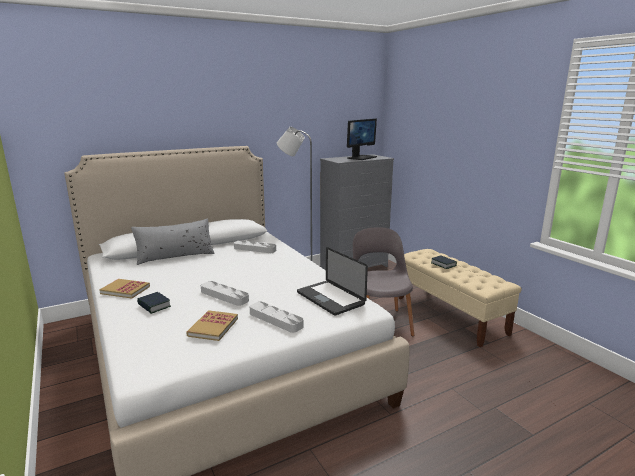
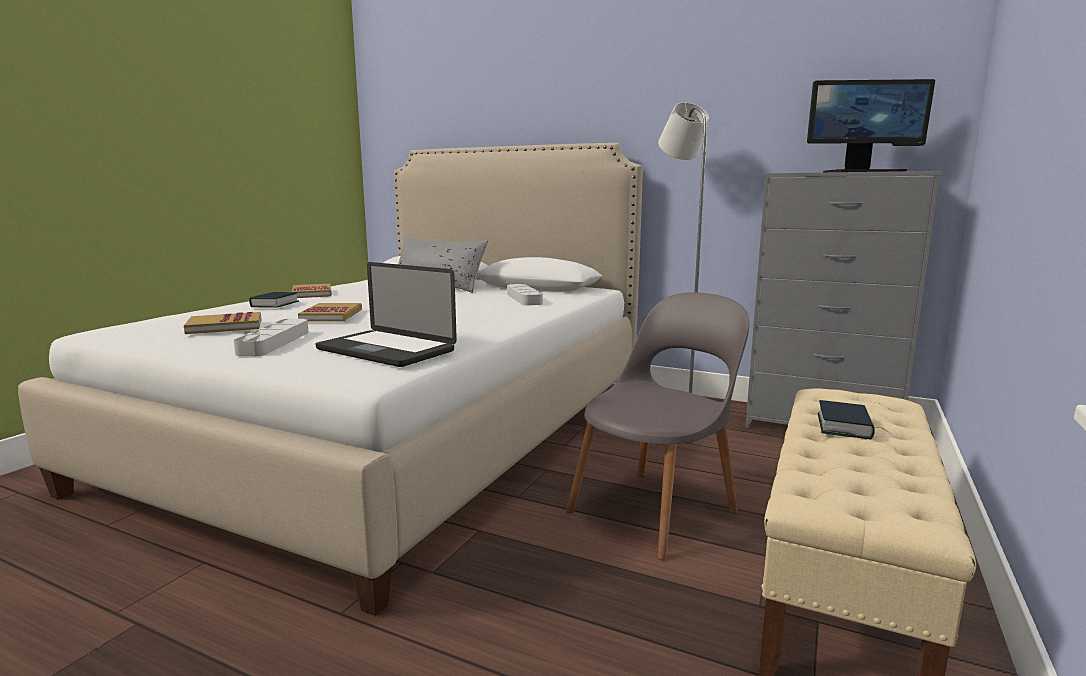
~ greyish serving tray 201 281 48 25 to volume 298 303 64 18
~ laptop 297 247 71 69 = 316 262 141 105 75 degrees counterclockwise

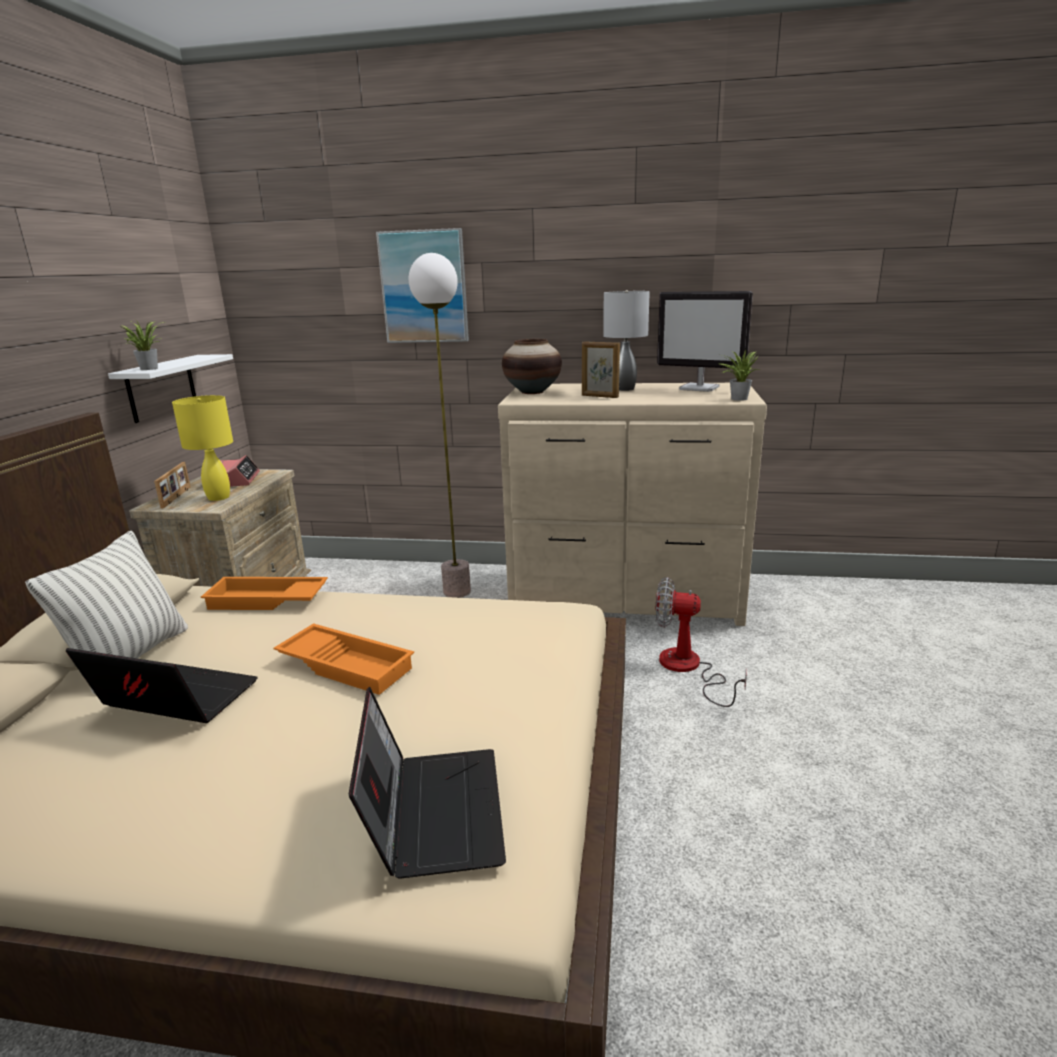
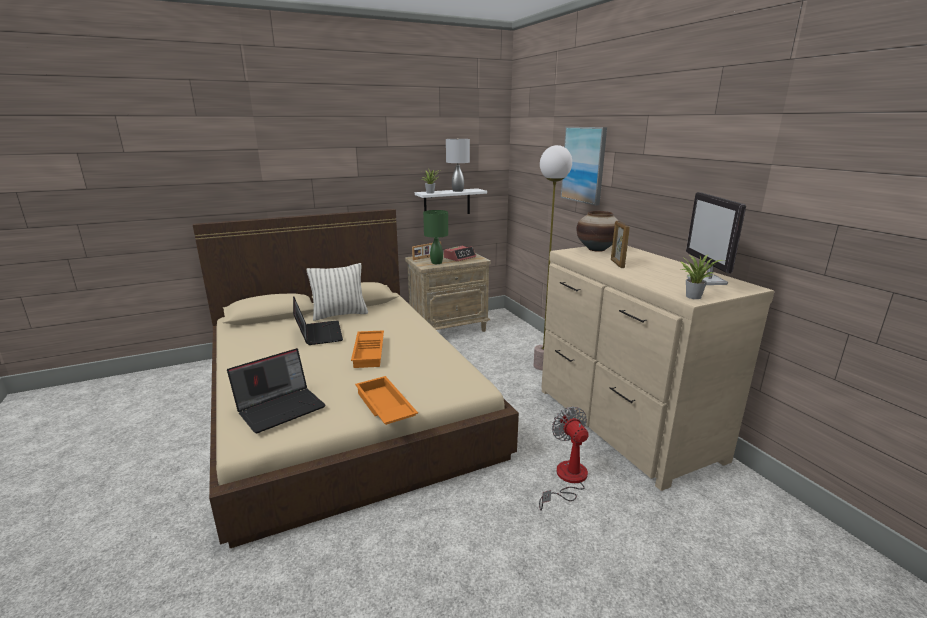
~ orange serving tray 201 577 127 33 to 355 376 63 49
~ yellowish table lamp 172 395 61 106 to green table lamp 423 210 25 54
~ greyish table lamp 603 290 47 101 to 446 138 24 54

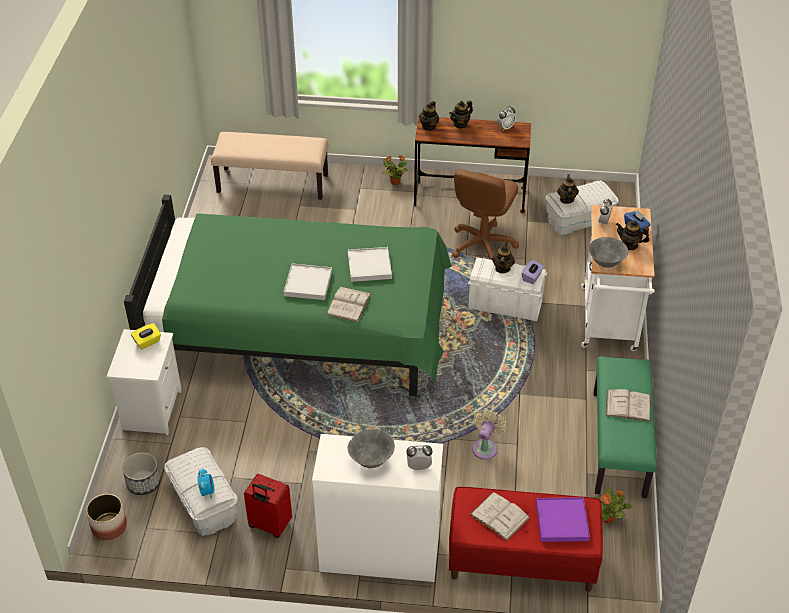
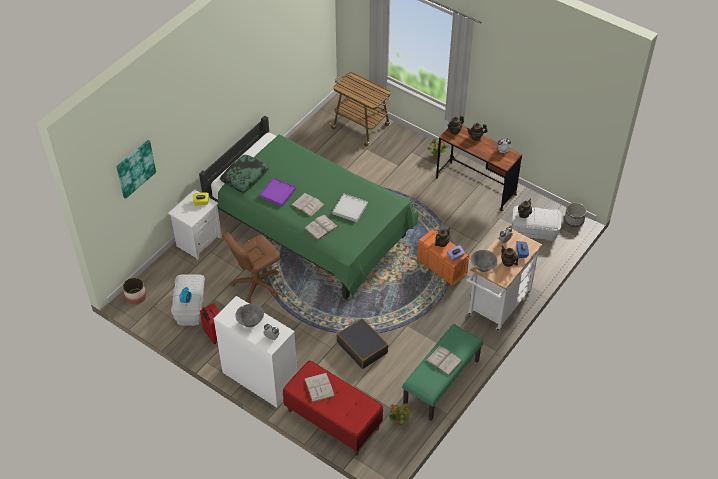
+ wall art 116 140 40 59
+ cushion 220 155 49 37
~ brown office chair 452 169 67 91 to 223 232 57 72
~ purple-coloured serving tray 536 497 54 45 to 259 178 37 28
~ whitish serving tray 284 263 48 37 to whitish volume 291 193 33 24
~ beige-coloured long seat 211 132 117 68 to wheeled cart 330 72 61 74
~ beige-coloured electric fan 472 409 35 51 to blackish suitcase 337 318 52 51
~ whitish storage box 468 257 79 64 to orange storage box 417 229 53 57
~ flower pot 122 452 39 43 to 564 203 23 24

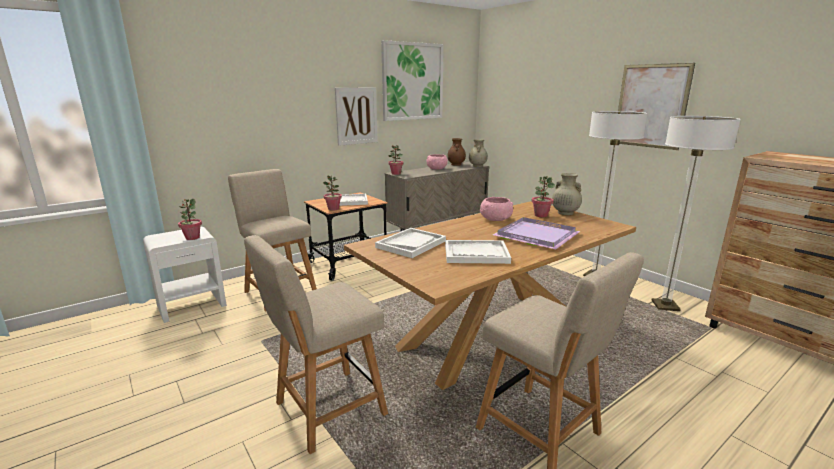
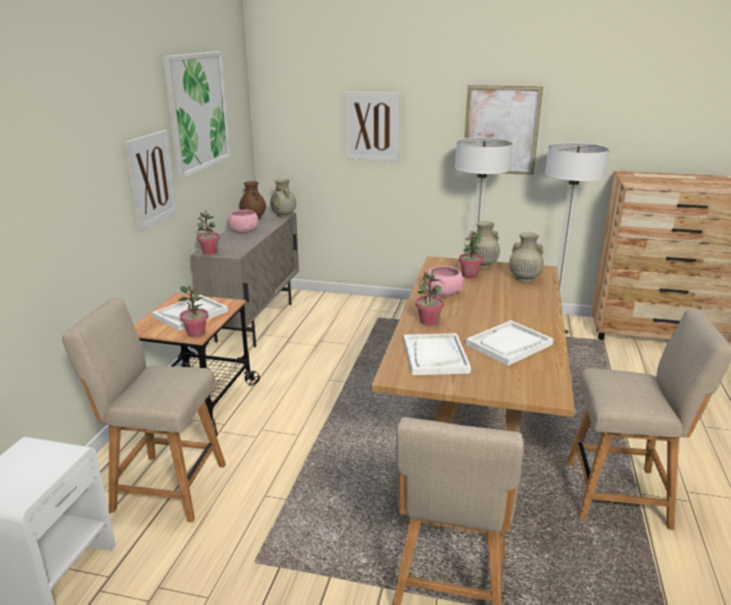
+ wall art 345 91 55 71
~ plant in a pot 178 199 24 41 to 415 270 29 56
+ beige-coloured vase 509 232 35 51
- purple-coloured serving tray 492 217 88 32

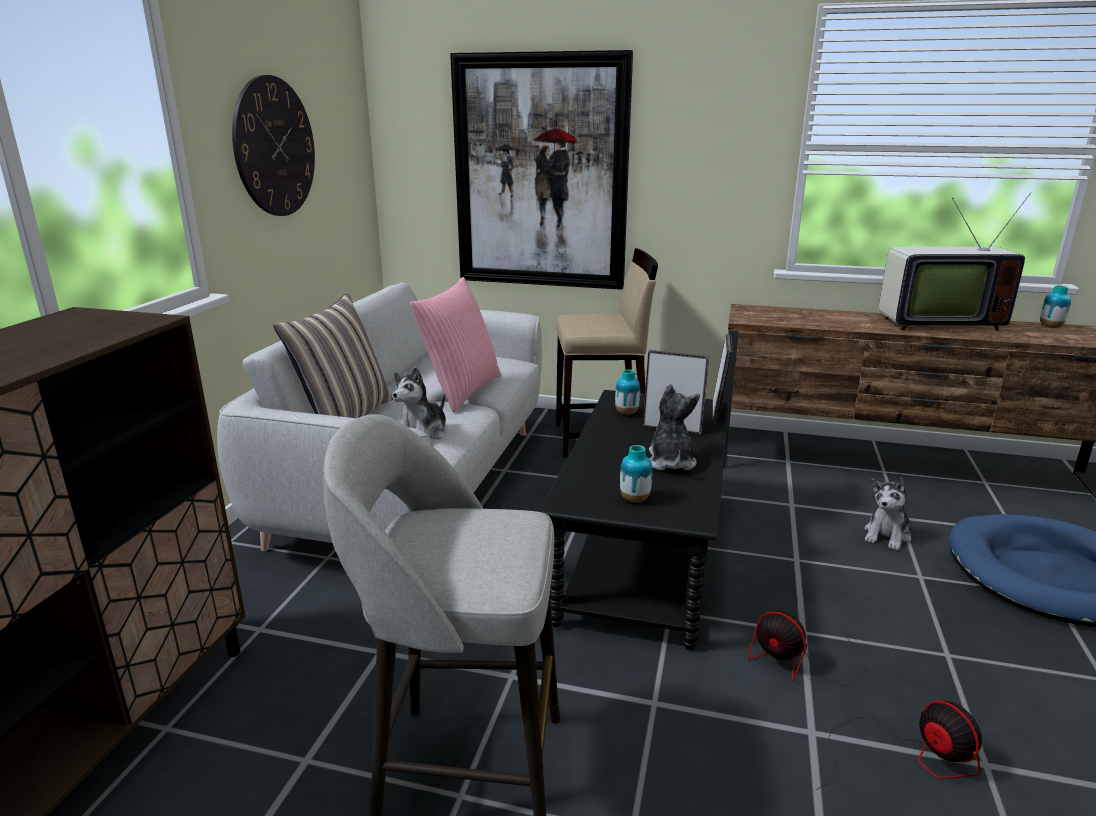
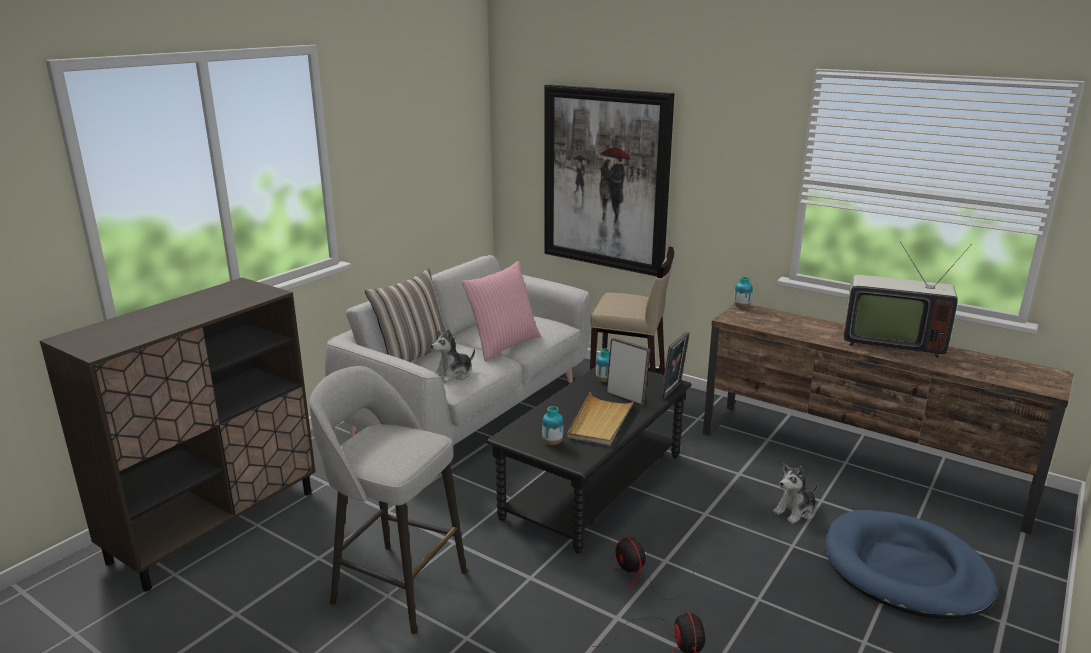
~ cuddly toy 649 384 51 86 to beige-coloured serving tray 567 392 68 53
~ vase 1040 285 31 43 to 734 276 19 32
- wall clock 232 75 83 141

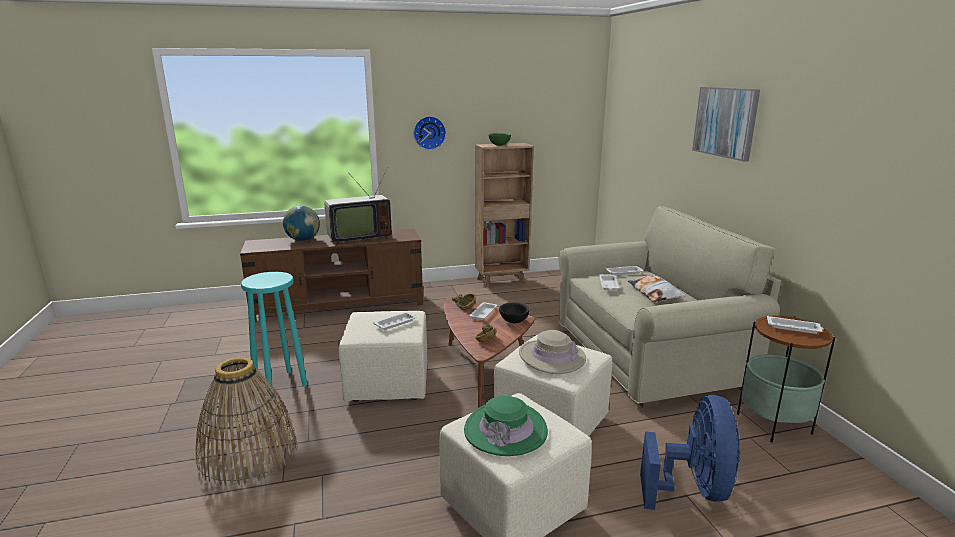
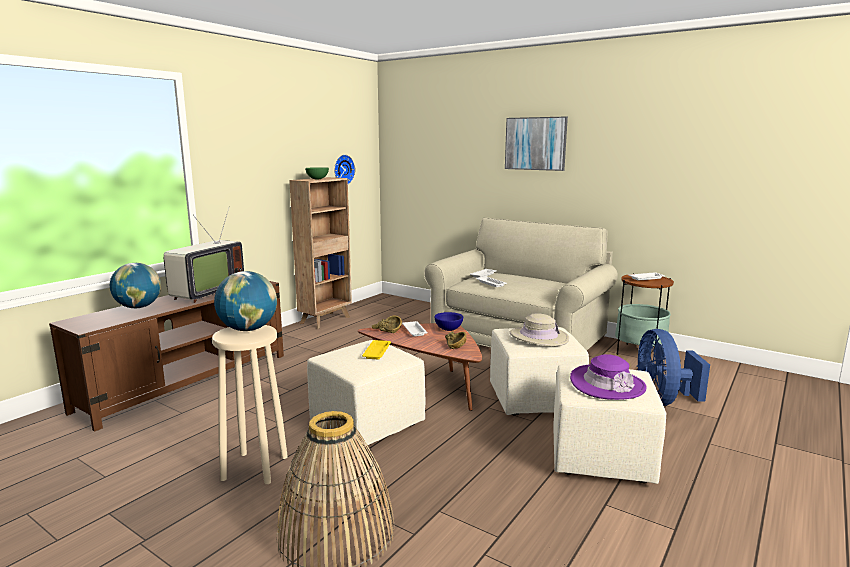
~ blue-green stool 241 272 67 126 to beige-coloured stool 212 325 76 159
+ world globe 214 271 63 60
~ wall clock 414 116 32 34 to 334 155 21 29
~ whitish serving tray 373 312 44 18 to yellowish serving tray 362 340 29 19
~ blackish serving bowl 499 303 31 20 to blue serving bowl 434 312 29 19
~ green hat 464 396 84 60 to purple-coloured hat 570 354 76 46
~ blue electric fan 640 395 100 115 = 637 329 73 77 150 degrees counterclockwise
- cushion 627 275 58 27

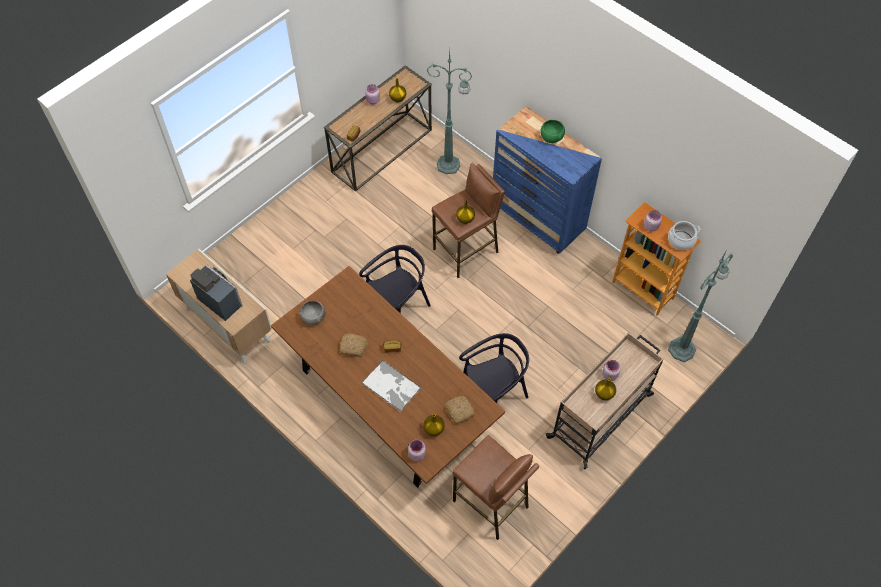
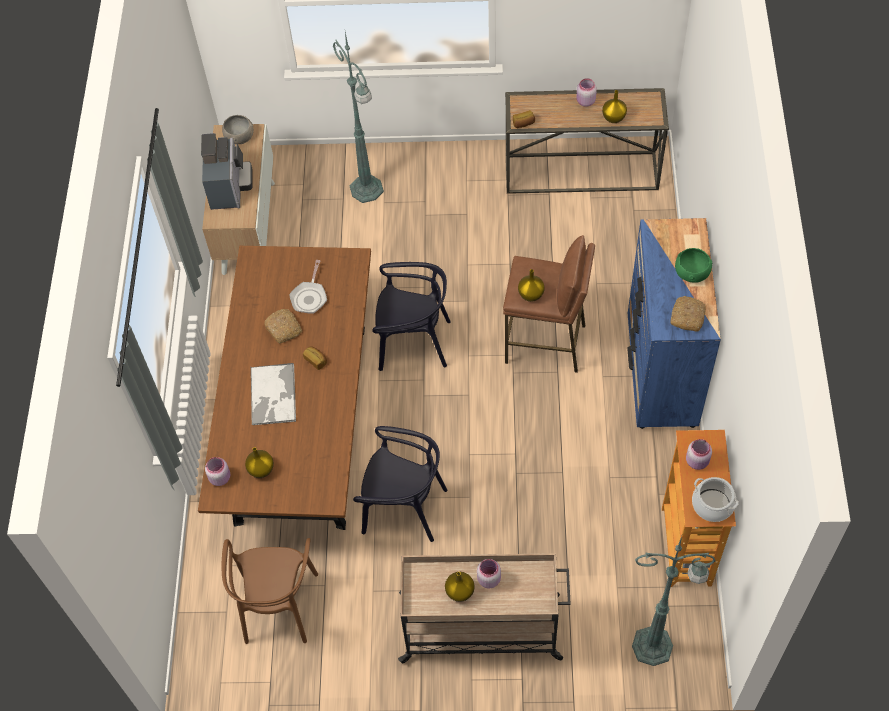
~ brown stool 452 435 87 105 to brown plain chair 221 538 97 106
~ greyish serving bowl 299 301 26 25 to 222 115 32 29
+ pan 289 260 38 54
~ green standing lamp 427 50 45 124 to 333 32 51 171
~ bread 445 396 30 28 to 671 296 35 36

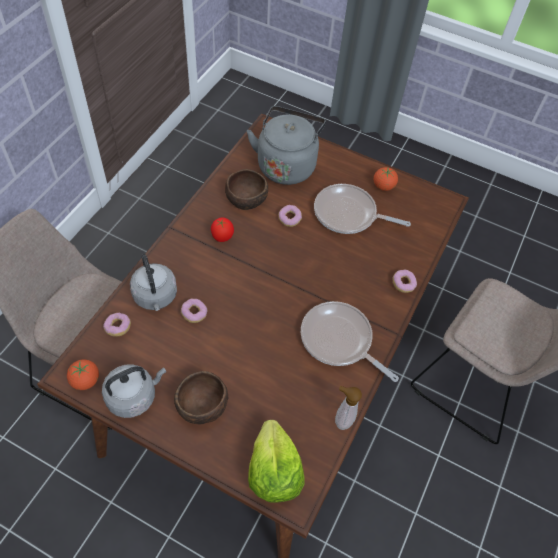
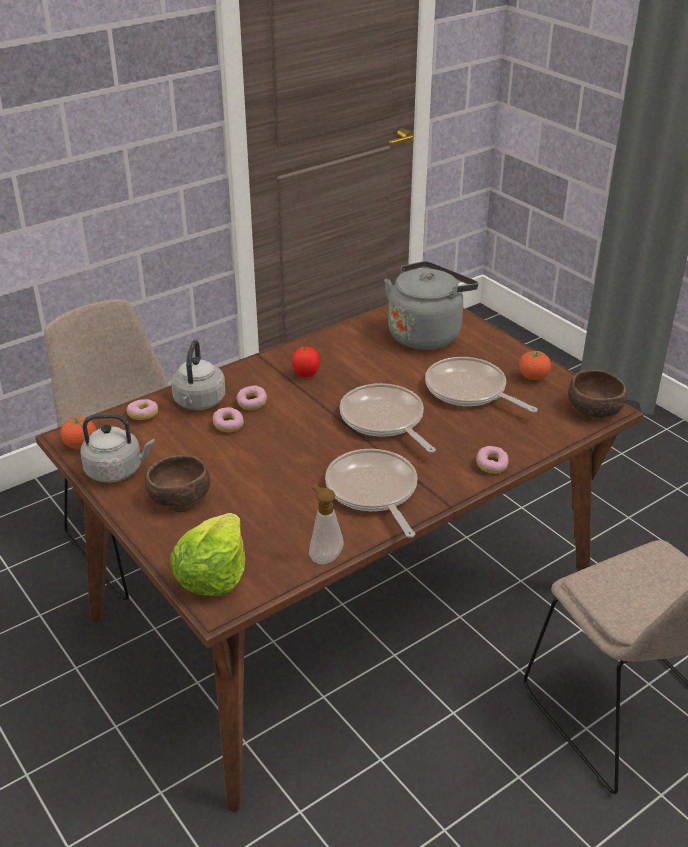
~ doughnut 278 205 24 22 to 237 385 30 25
+ pan 340 383 96 70
~ brown serving bowl 225 169 43 41 to 568 370 59 50

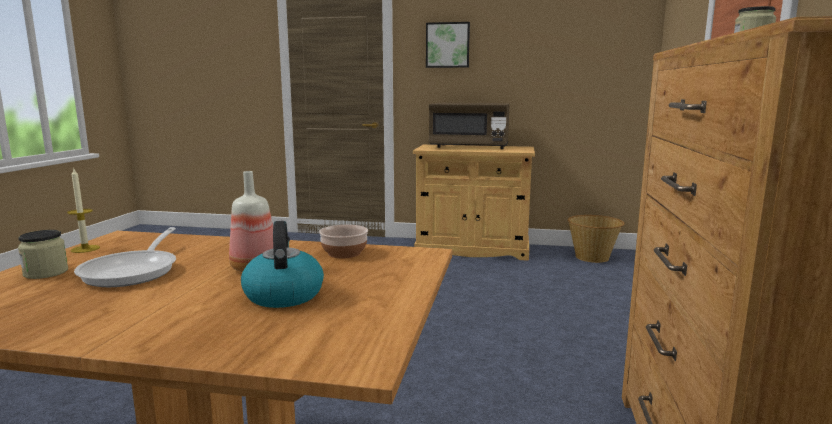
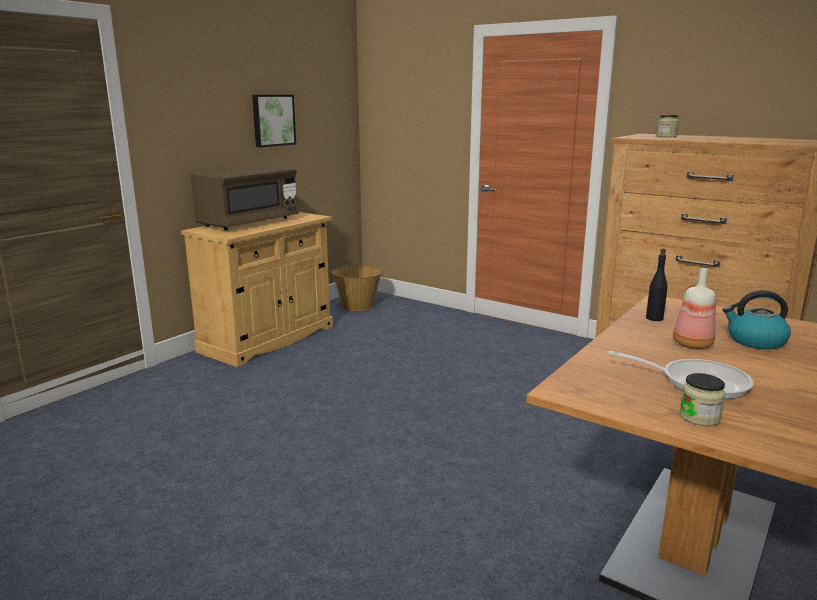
~ wall art 426 22 44 46 to 252 95 44 52
~ serving bowl 319 224 49 34 to blackish beverage bottle 646 249 21 72
- wax candle 67 169 33 84

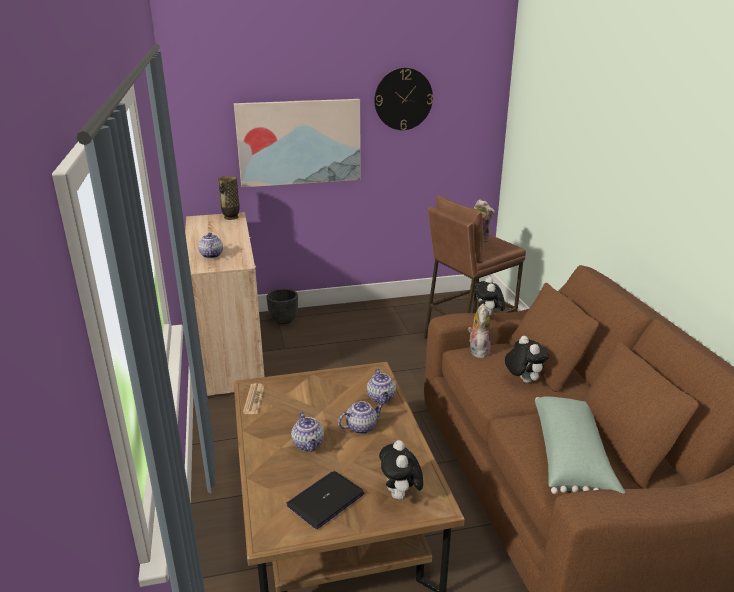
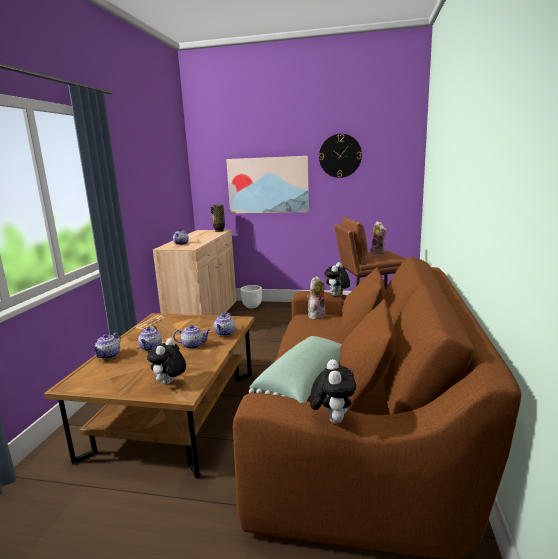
+ pot for tea 92 332 29 27
~ blackish flower pot 267 289 31 35 to whitish flower pot 241 285 21 23
~ cuddly toy 505 336 44 47 to 310 359 46 65
- laptop 287 471 77 58

